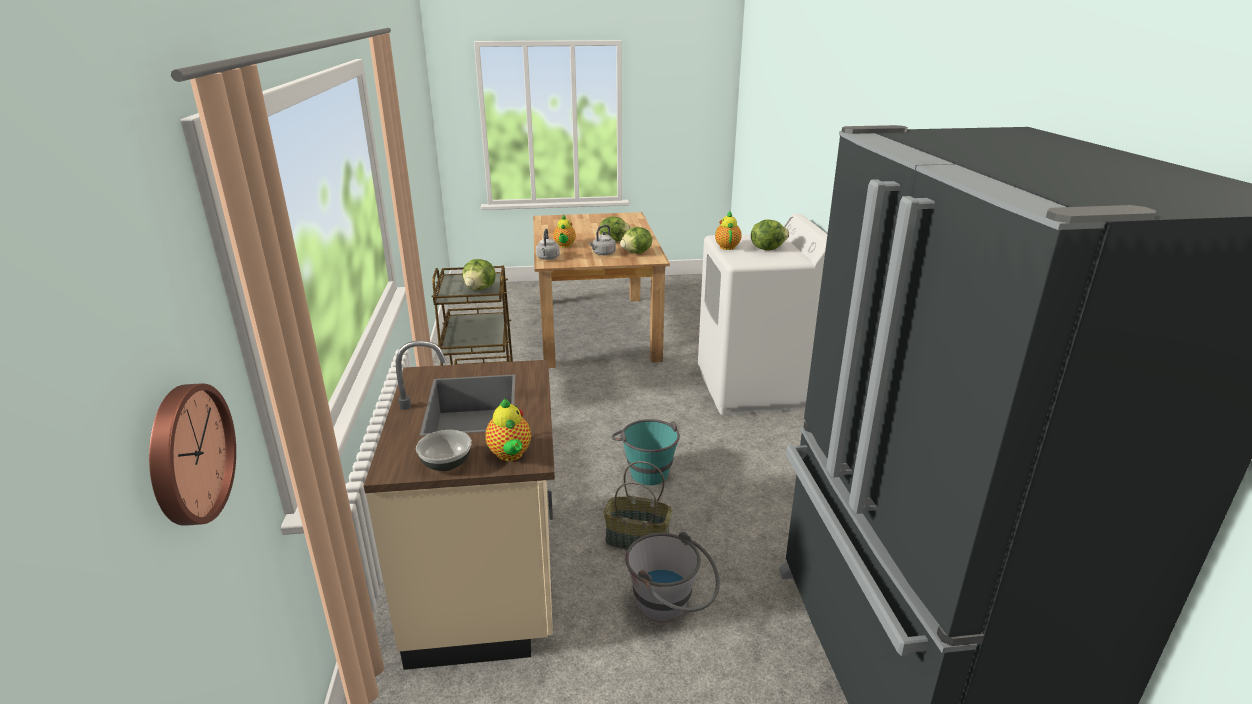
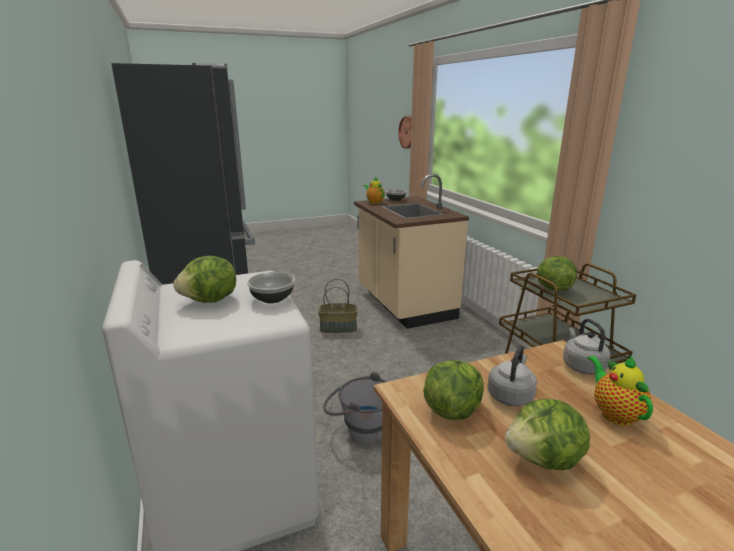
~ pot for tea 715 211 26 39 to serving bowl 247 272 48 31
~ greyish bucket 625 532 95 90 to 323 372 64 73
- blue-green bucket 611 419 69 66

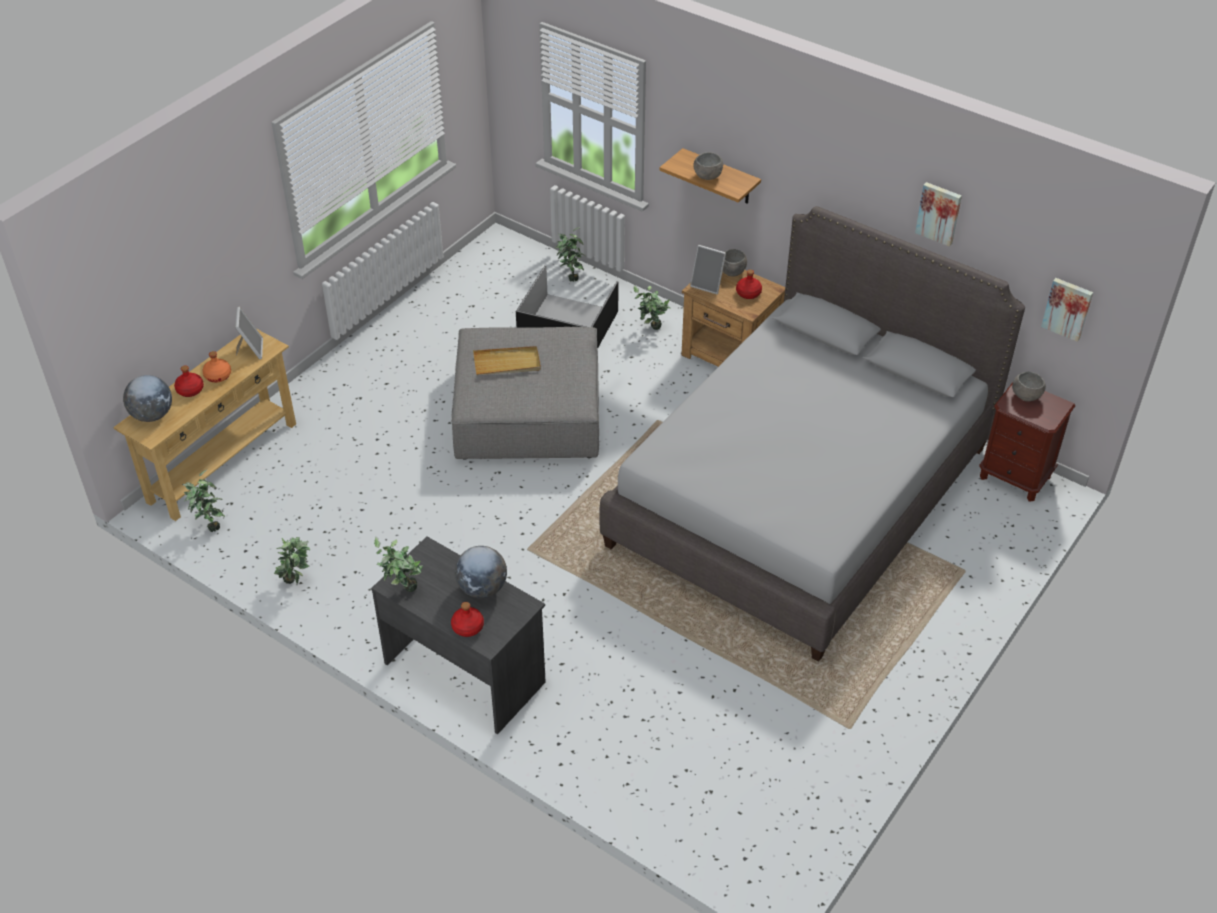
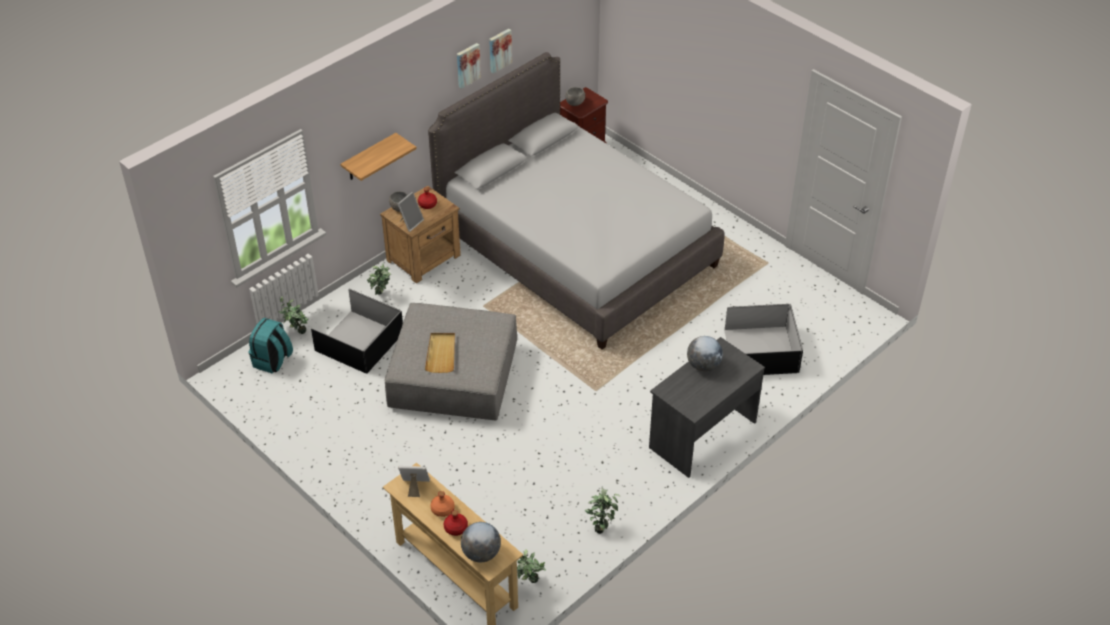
+ blue-green backpack 249 318 44 55
~ wall art 1041 278 52 64 to 457 43 24 46
+ blackish storage box 724 304 79 71
- plant in a pot 374 537 49 55
- red-coloured beverage bottle 451 602 33 35
- greyish serving bowl 693 152 30 28

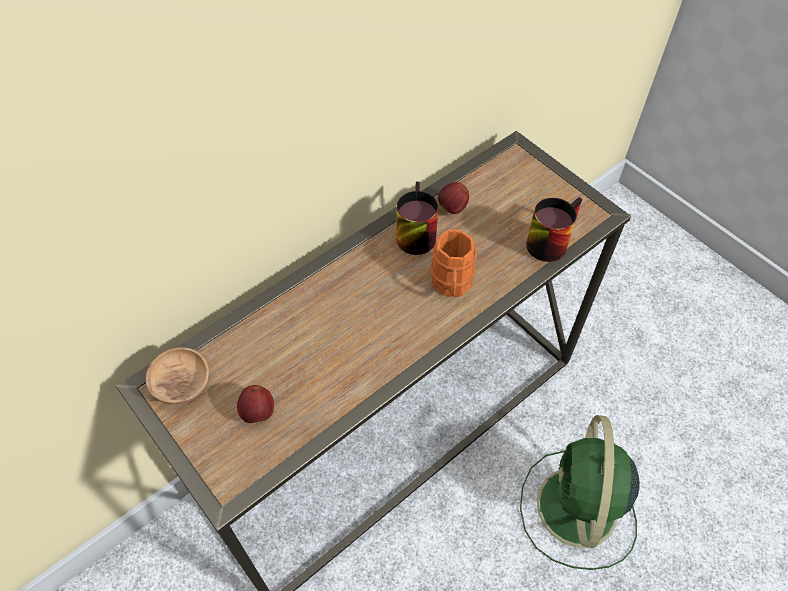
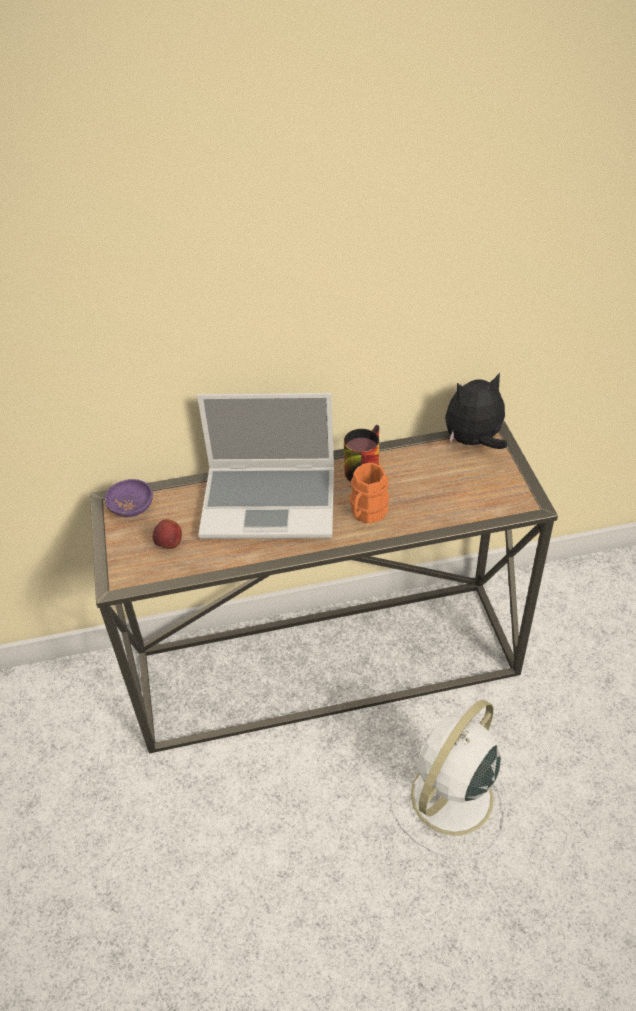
~ brown serving bowl 146 347 63 57 to purple-coloured serving bowl 104 479 49 38
+ laptop 197 393 137 146
~ green electric fan 520 415 120 155 to whitish electric fan 391 700 117 159
+ cuddly toy 445 373 62 76
- apple 438 182 31 32
- coffee mug 526 197 56 65

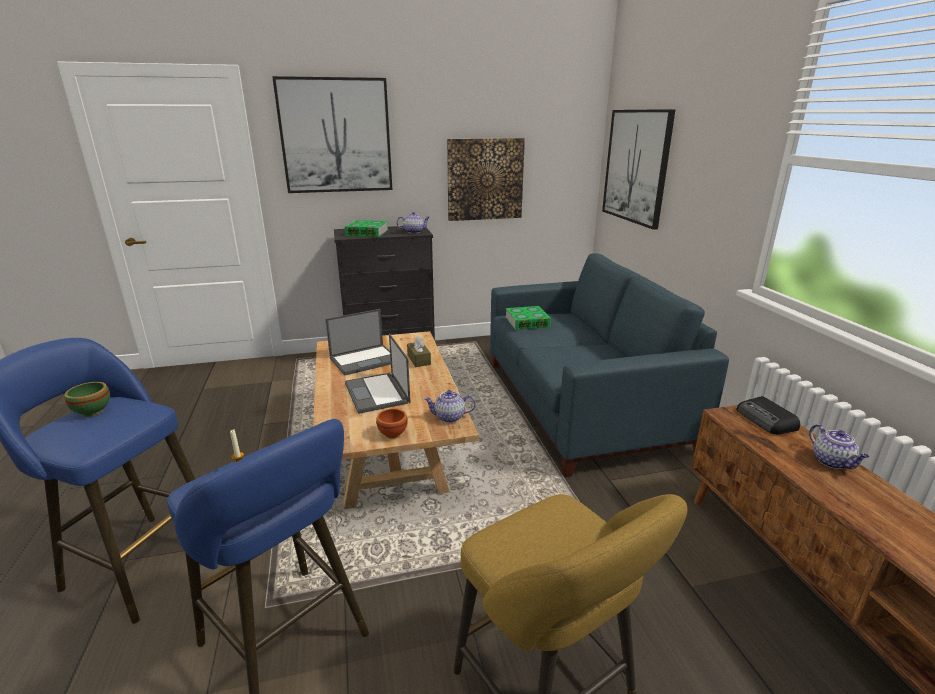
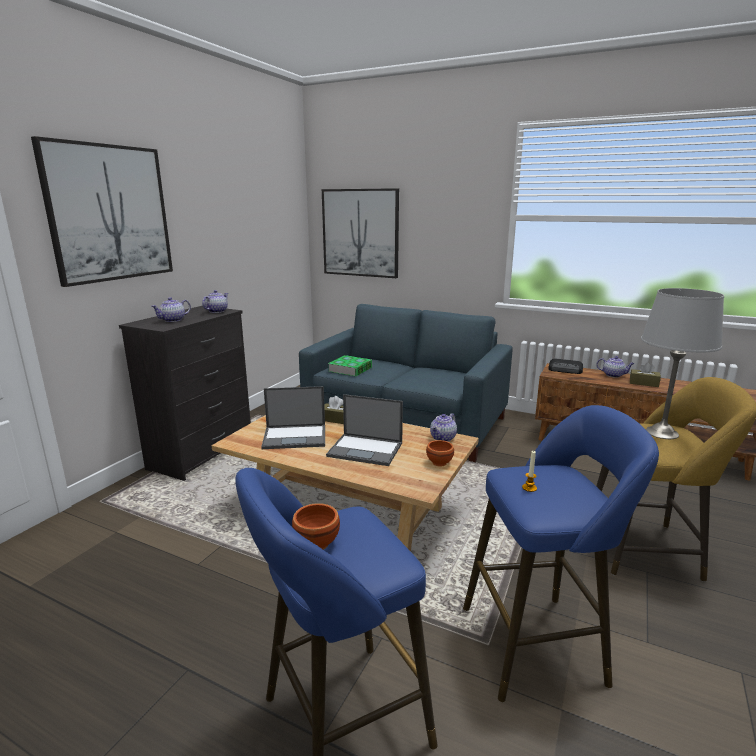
~ volume 345 220 43 17 to pot for tea 151 297 40 25
~ laptop 325 309 66 67 = 261 386 64 63 75 degrees clockwise
~ green serving bowl 65 382 45 35 to brown serving bowl 292 503 48 47
+ brown box of tissues 630 362 31 25
+ greyish table lamp 641 288 83 151
- wall art 447 138 78 83

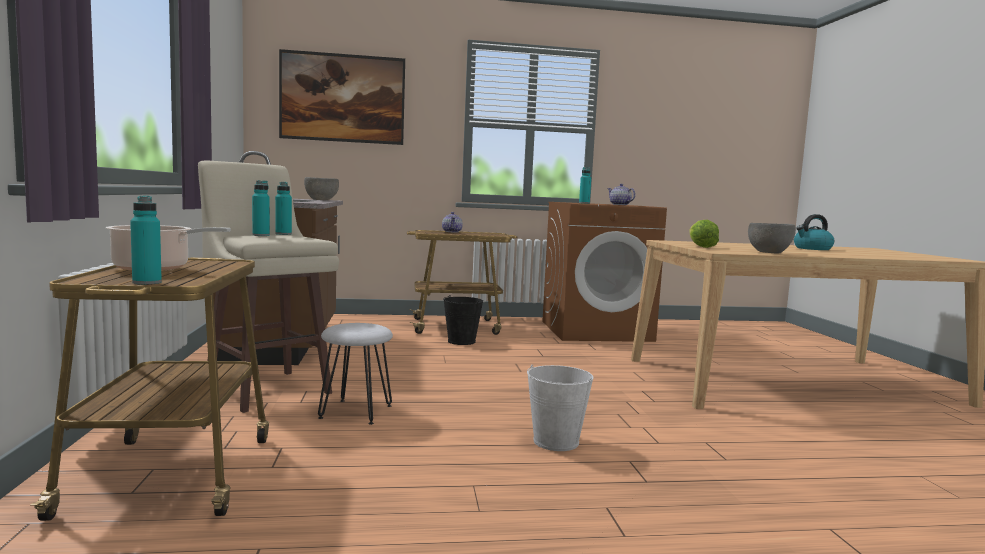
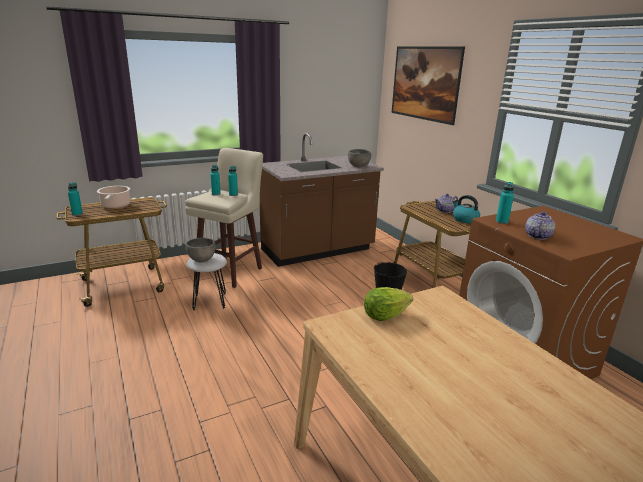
~ greyish serving bowl 748 223 48 31 to 185 238 31 24
~ tea kettle 794 214 40 36 to 453 195 27 28
- whitish bucket 527 364 67 87

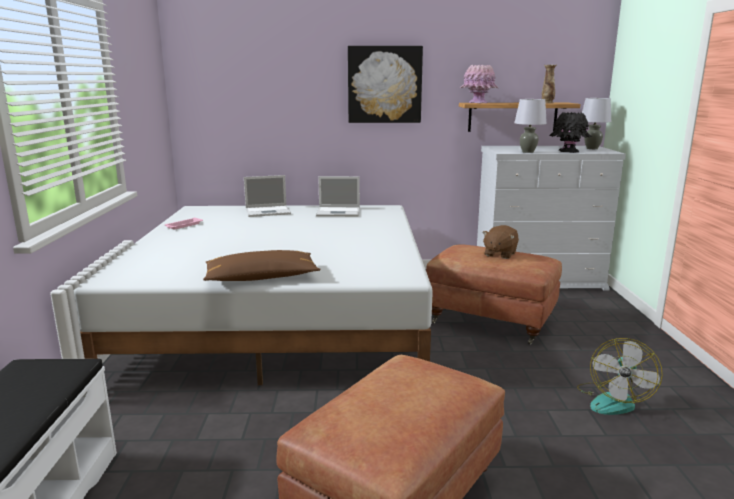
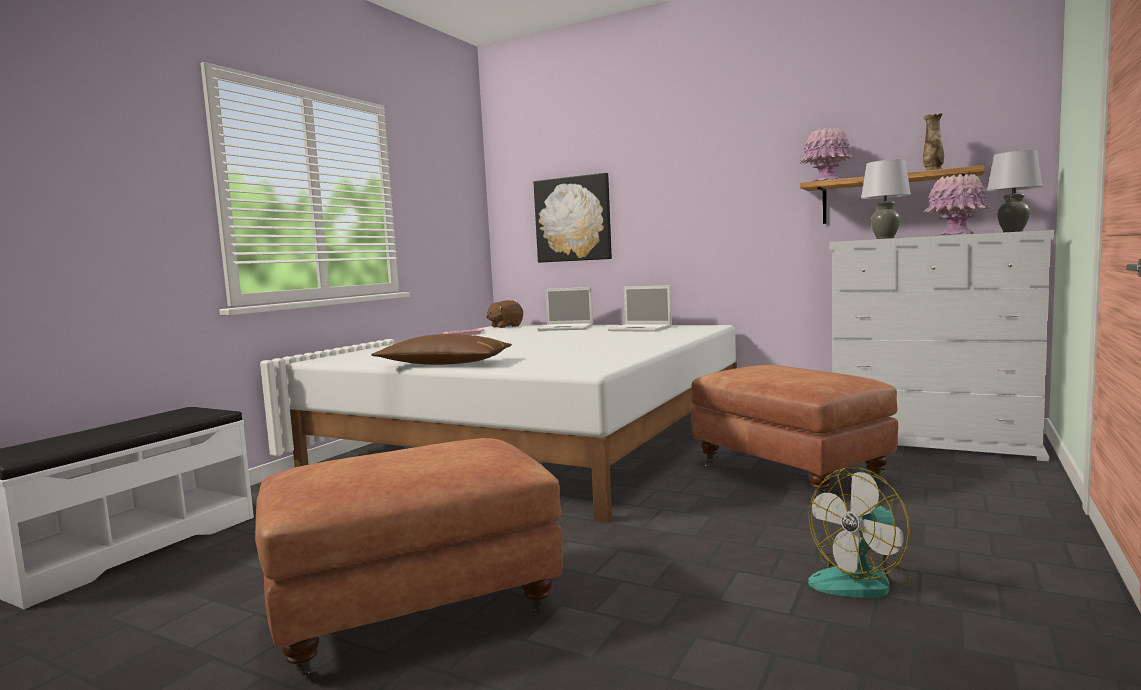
~ brown cuddly toy 482 225 37 34 to 486 300 37 28
~ wall art 348 46 75 77 to 534 173 78 90
~ blackish vase 550 112 41 41 to pink-coloured vase 922 174 70 61

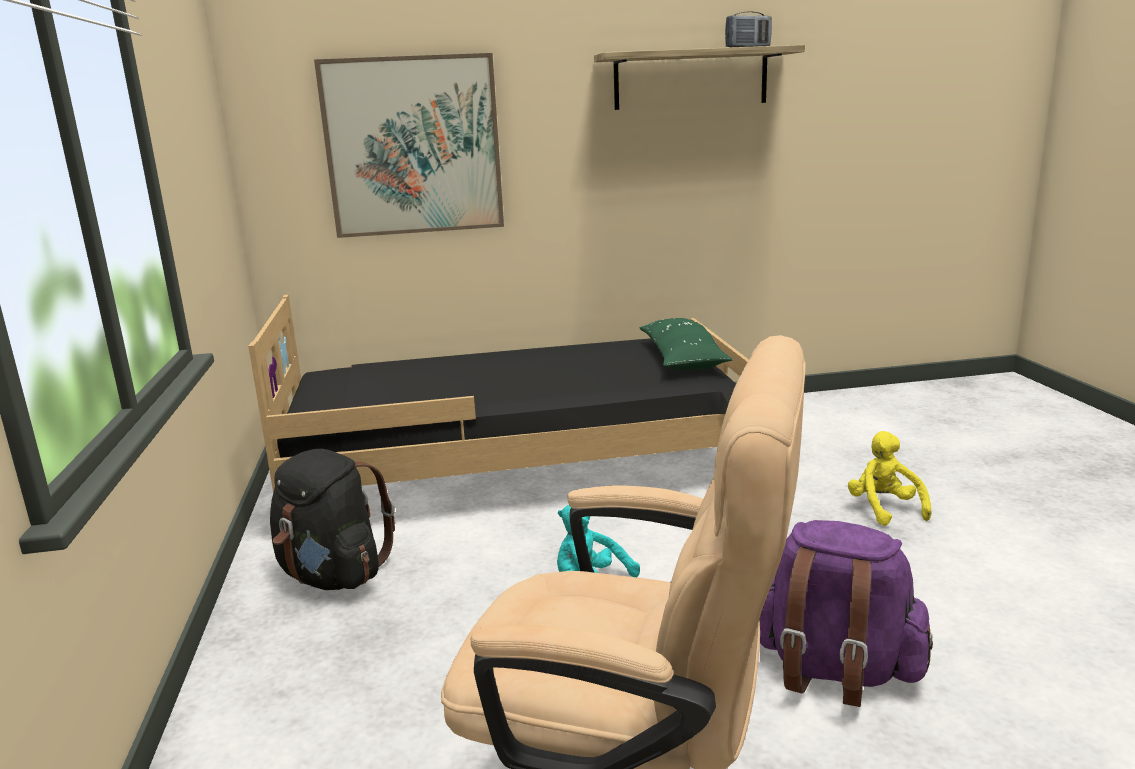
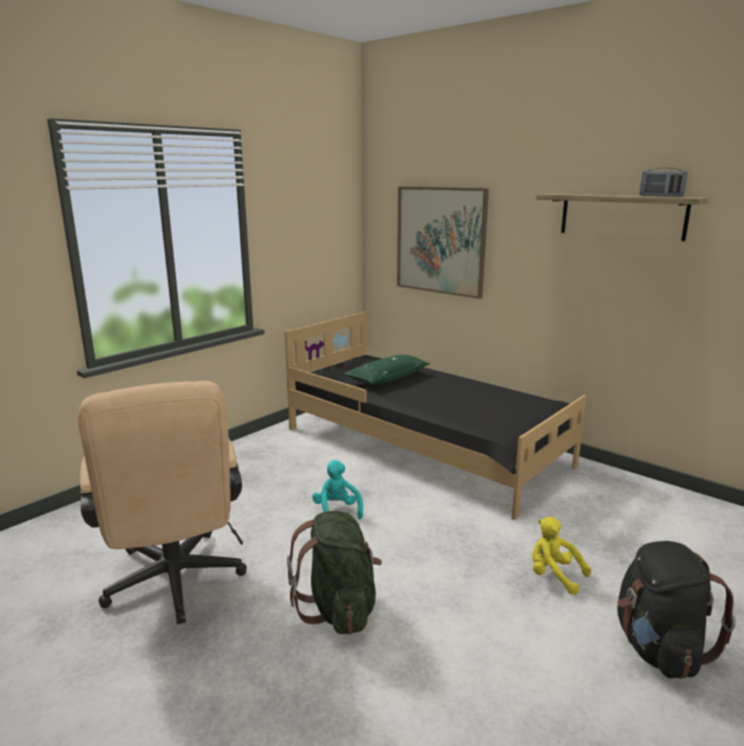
~ purple-coloured backpack 759 520 174 187 to green backpack 287 511 95 124
~ green cushion 640 318 93 52 to 343 354 87 31
~ yellowish cuddly toy 848 431 84 95 = 532 517 59 78 90 degrees counterclockwise
~ blackish backpack 270 449 125 141 to 617 541 119 138

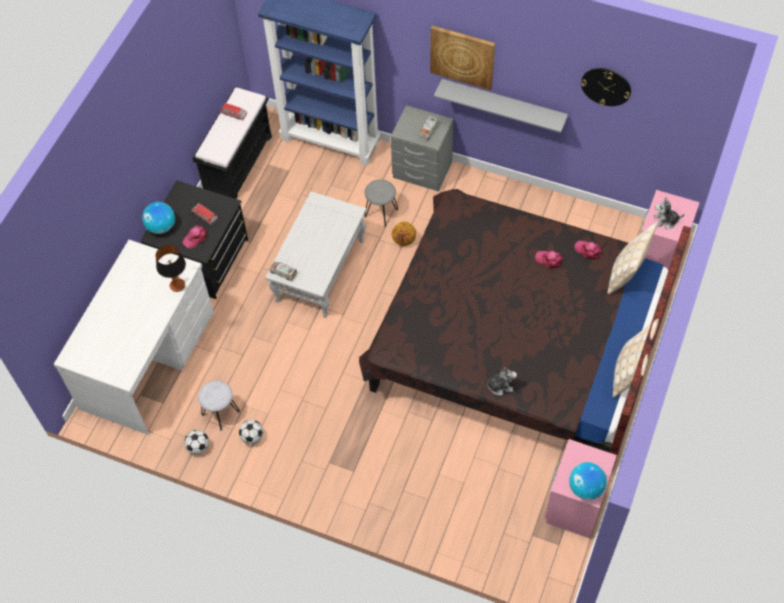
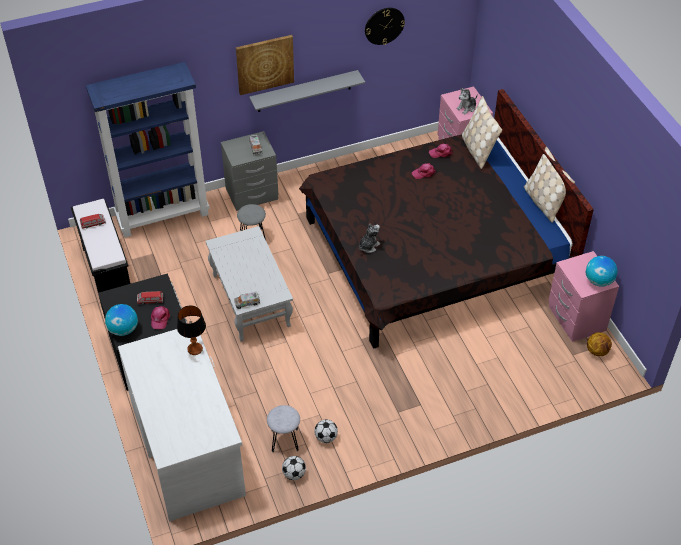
~ cuddly toy 483 367 34 28 to 359 224 21 29
~ basketball 392 222 24 24 to 587 332 25 24

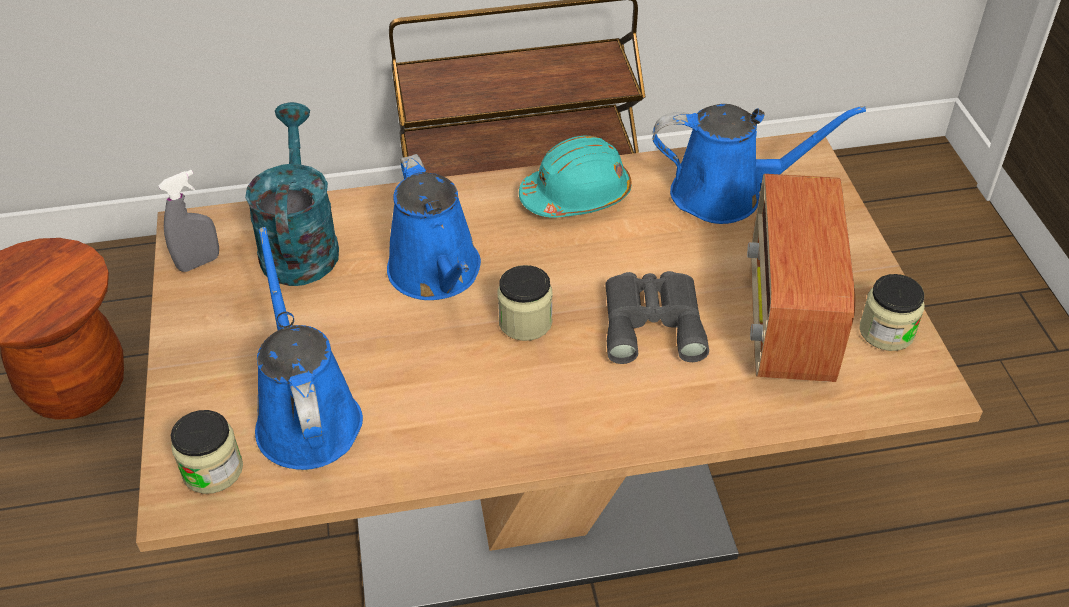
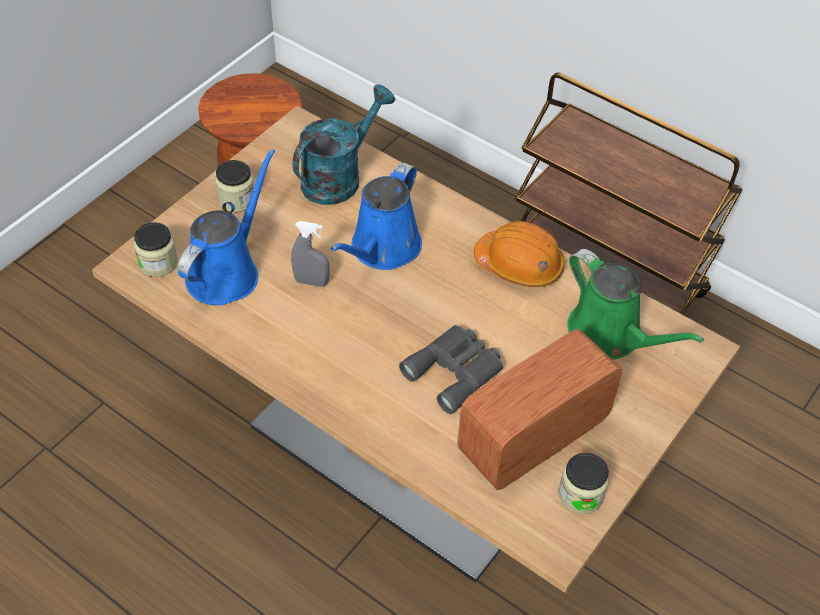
~ jar 497 265 56 76 to 215 160 39 52
~ greyish spray bottle 158 170 61 102 to 291 221 38 66
~ blue-green safety helmet 519 136 112 82 to orange safety helmet 474 221 91 66
~ blue sprinkling can 653 104 213 120 to green sprinkling can 567 249 137 111

